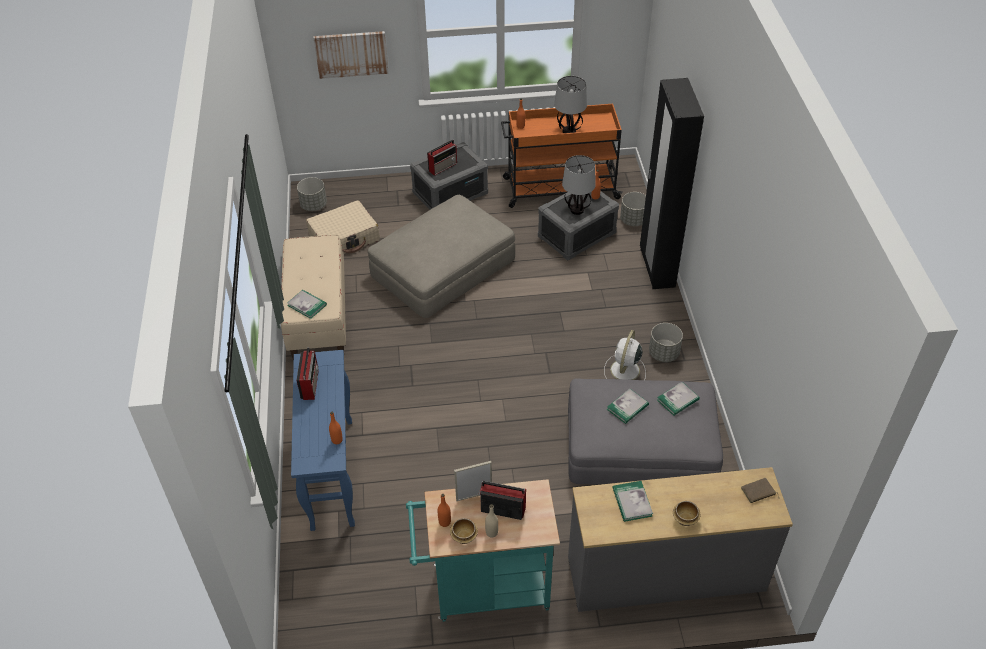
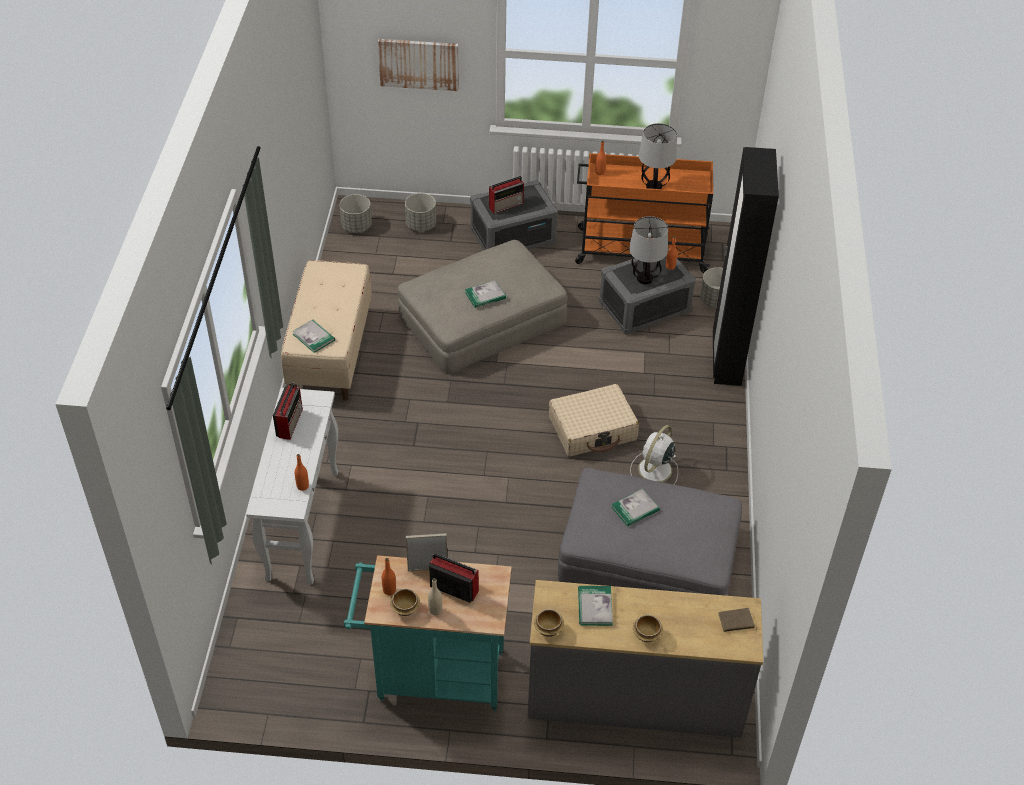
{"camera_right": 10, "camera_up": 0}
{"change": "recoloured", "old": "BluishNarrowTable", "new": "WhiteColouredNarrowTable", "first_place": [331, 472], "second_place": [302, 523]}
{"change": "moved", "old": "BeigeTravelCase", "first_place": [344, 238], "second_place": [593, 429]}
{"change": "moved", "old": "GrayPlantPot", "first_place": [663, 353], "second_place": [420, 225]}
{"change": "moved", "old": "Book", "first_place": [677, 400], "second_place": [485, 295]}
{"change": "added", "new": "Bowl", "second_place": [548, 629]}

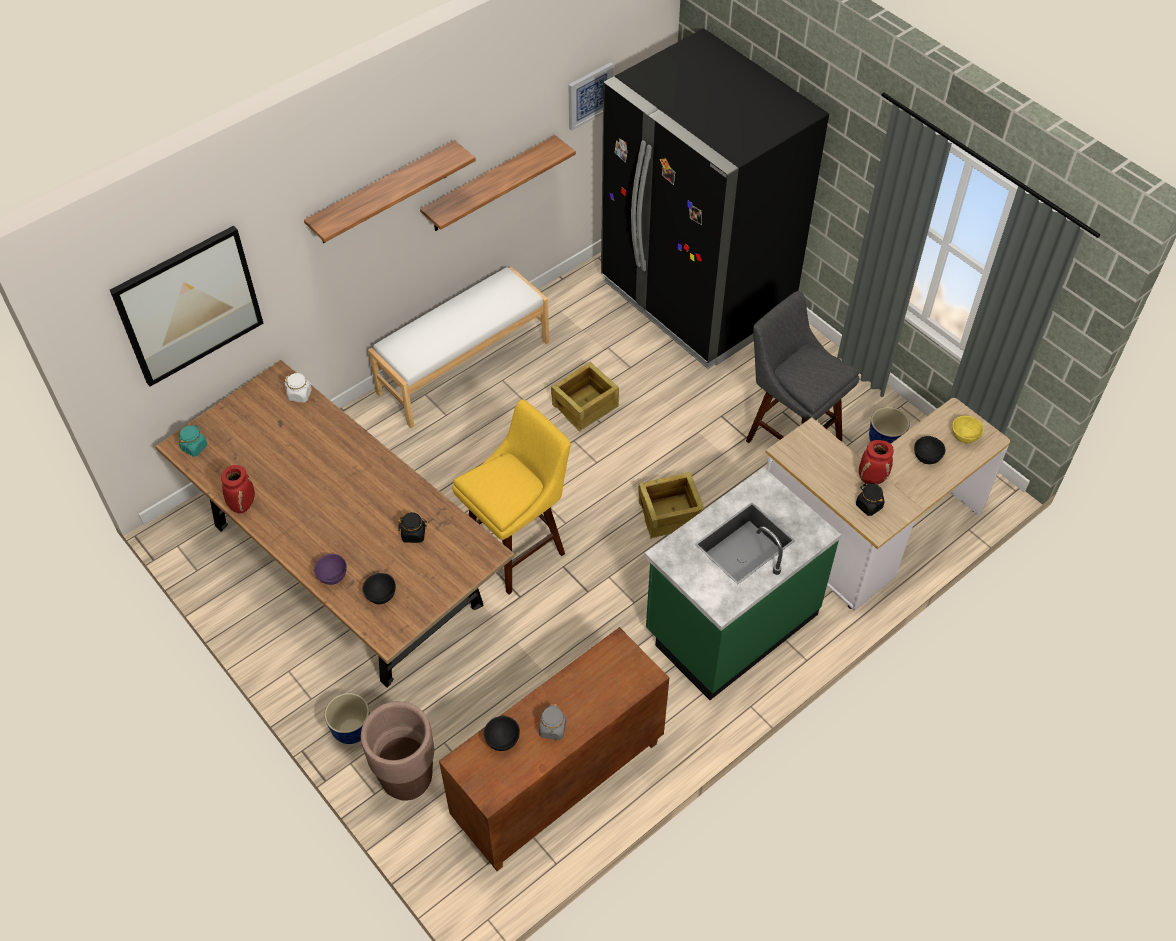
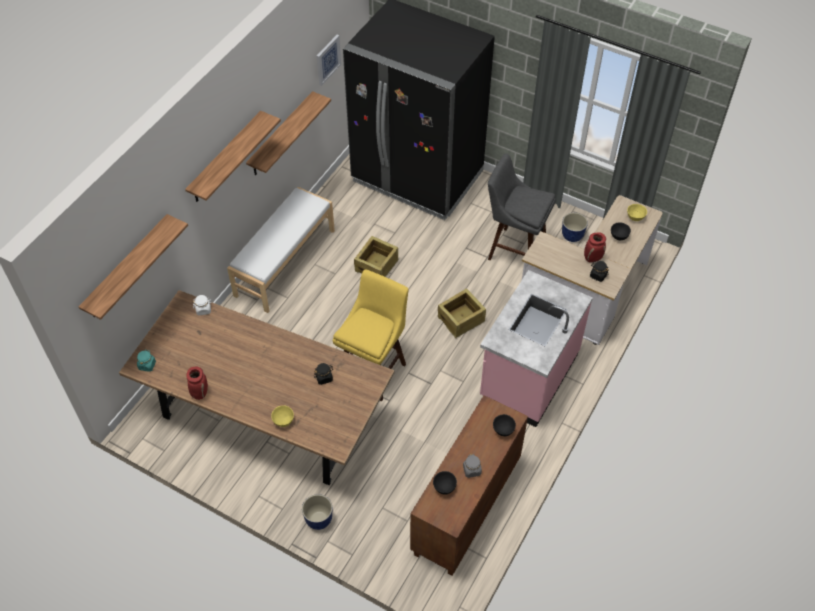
{"camera_right": -20, "camera_up": 0}
{"change": "replaced", "old": "WallArt", "new": "BracketShelf", "first_place": [189, 305], "second_place": [127, 268]}
{"change": "recoloured", "old": "PurplishBowl", "new": "YellowColouredBowl", "first_place": [333, 576], "second_place": [283, 421]}
{"change": "removed", "old": "BrownishPlantPot", "first_place": [407, 779]}
{"change": "moved", "old": "BlackishBowl", "first_place": [381, 595], "second_place": [503, 430]}
{"change": "recoloured", "old": "GreenishKitchenBaseUnit", "new": "PinkKitchenBaseUnit", "first_place": [730, 623], "second_place": [527, 376]}

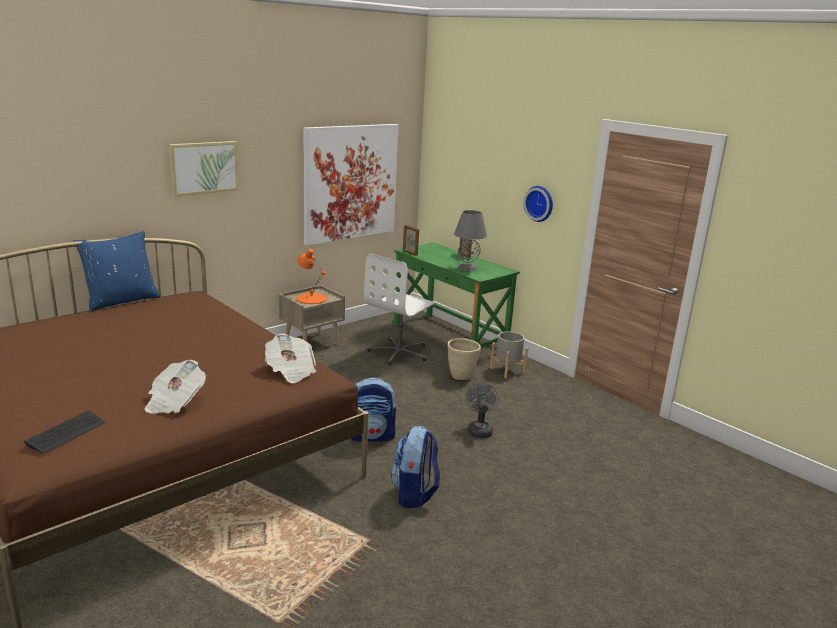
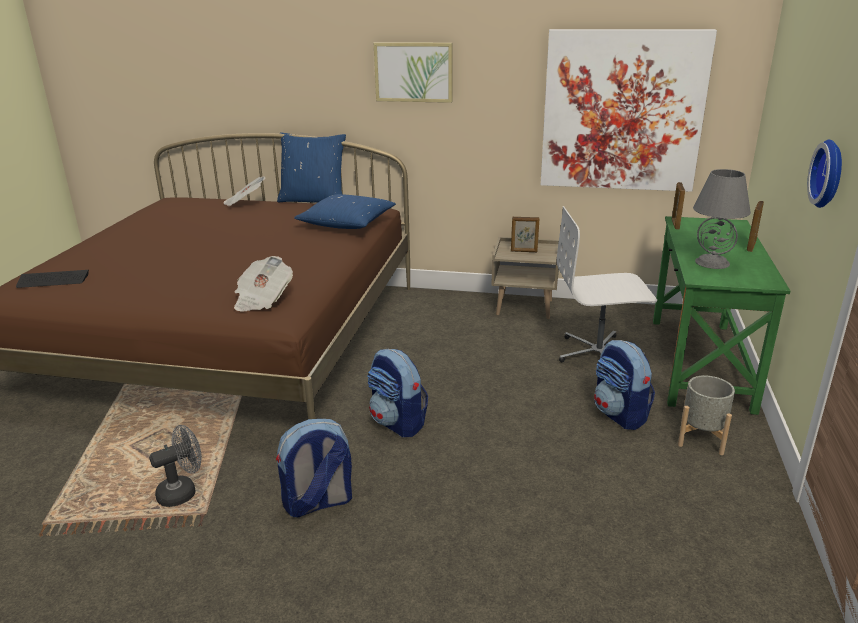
{"camera_right": 55, "camera_up": 5}
{"change": "moved", "old": "DailyPaper", "first_place": [174, 402], "second_place": [245, 203]}
{"change": "replaced", "old": "OrangeyLampForATable", "new": "PictureFrame", "first_place": [311, 298], "second_place": [524, 251]}
{"change": "replaced", "old": "BeigePlantPot", "new": "Backpack", "first_place": [461, 376], "second_place": [620, 414]}
{"change": "moved", "old": "GrayCoolingFan", "first_place": [479, 430], "second_place": [183, 492]}
{"change": "added", "new": "BluishThrowPillow", "second_place": [347, 223]}

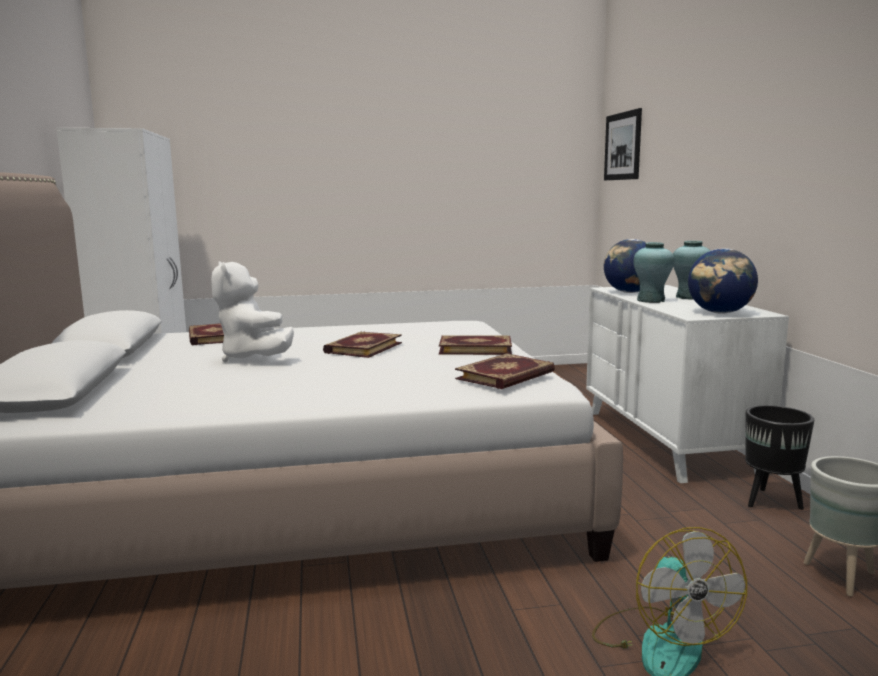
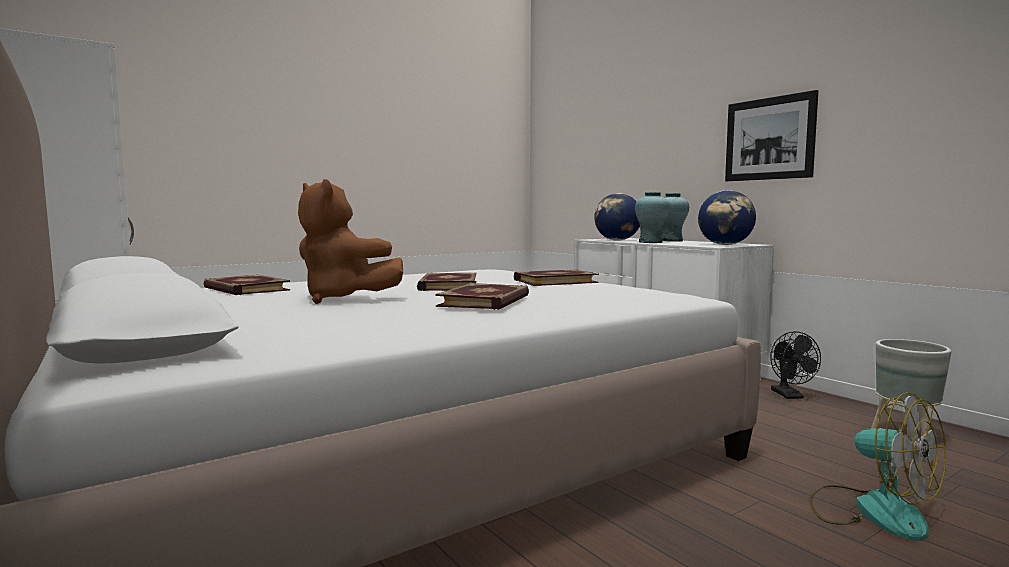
{"camera_right": -25, "camera_up": -5}
{"change": "recoloured", "old": "WhiteColouredCuddlyToy", "new": "BrownishCuddlyToy", "first_place": [253, 358], "second_place": [343, 299]}
{"change": "moved", "old": "Book", "first_place": [506, 376], "second_place": [486, 301]}
{"change": "moved", "old": "WallArt", "first_place": [622, 146], "second_place": [769, 139]}
{"change": "replaced", "old": "BlackishPlantPot", "new": "BlackishCoolingFan", "first_place": [771, 501], "second_place": [790, 396]}

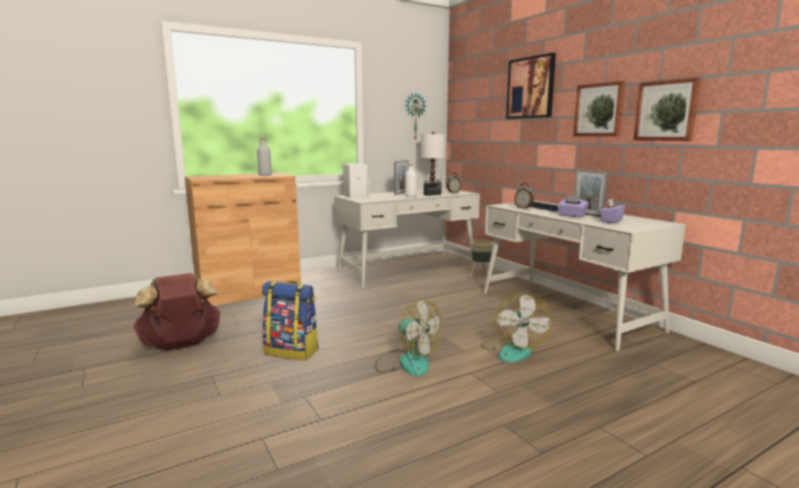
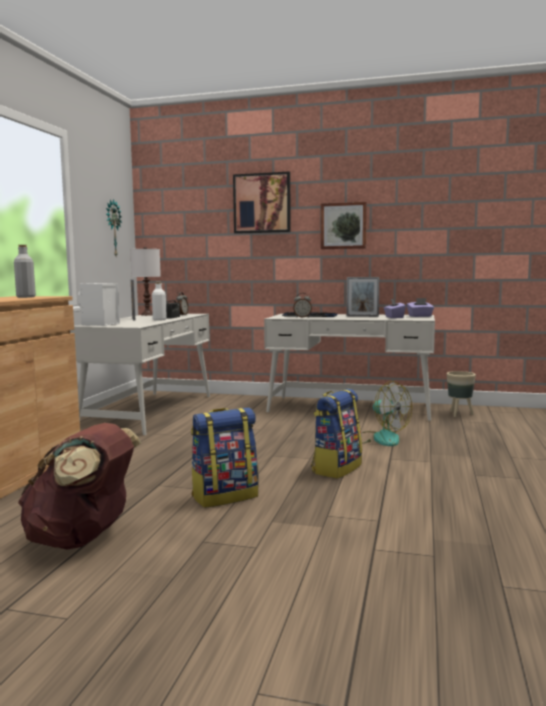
{"camera_right": -45, "camera_up": -5}
{"change": "replaced", "old": "CoolingFan", "new": "Backpack", "first_place": [406, 362], "second_place": [336, 468]}
{"change": "moved", "old": "BeigePlantPot", "first_place": [481, 275], "second_place": [459, 414]}
{"change": "moved", "old": "PurplishTissueBox", "first_place": [571, 215], "second_place": [420, 316]}
{"change": "removed", "old": "WallArt", "first_place": [666, 110]}

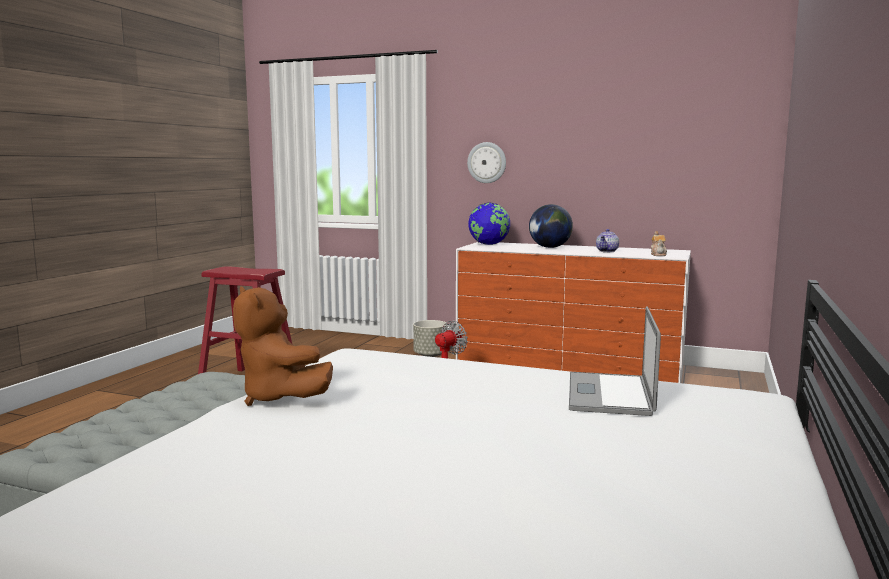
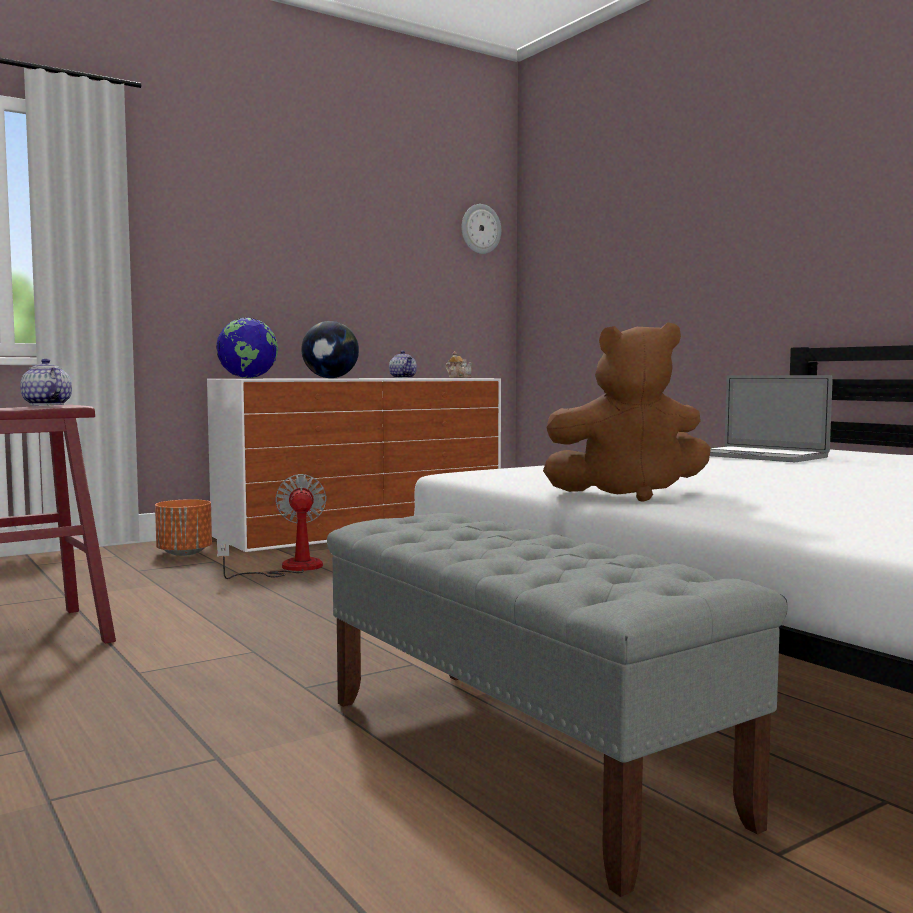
{"camera_right": -55, "camera_up": -5}
{"change": "recoloured", "old": "GrayPlantPot", "new": "OrangeyPlantPot", "first_place": [430, 355], "second_place": [185, 553]}
{"change": "moved", "old": "ClockOnTheWall", "first_place": [487, 162], "second_place": [480, 229]}
{"change": "added", "new": "Teapot", "second_place": [45, 405]}

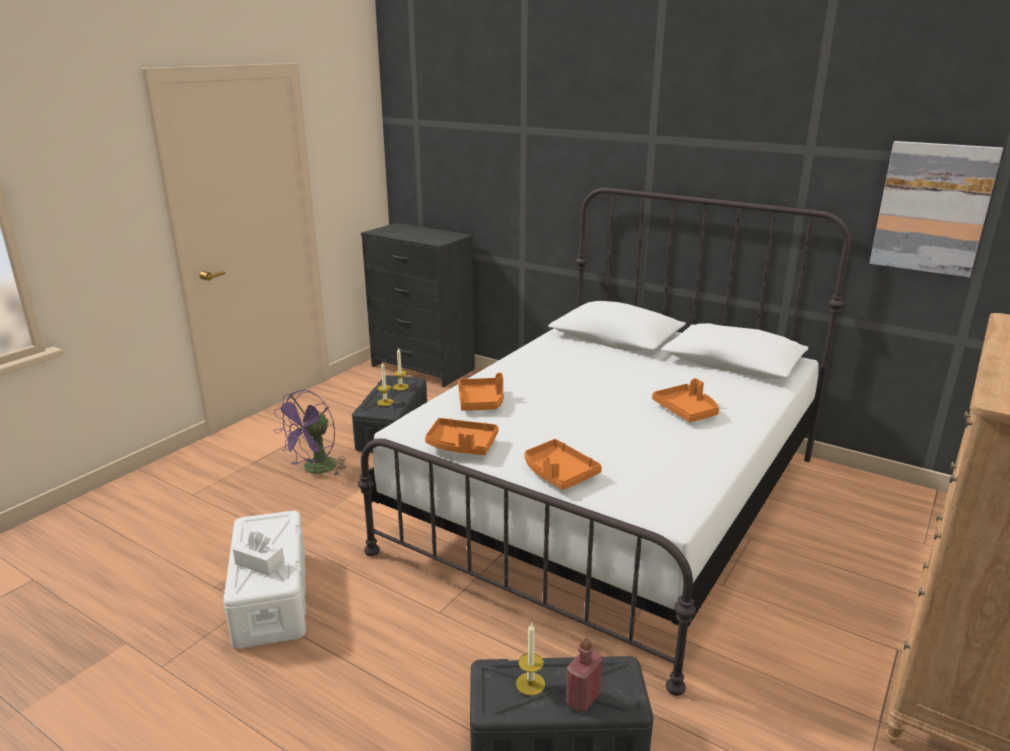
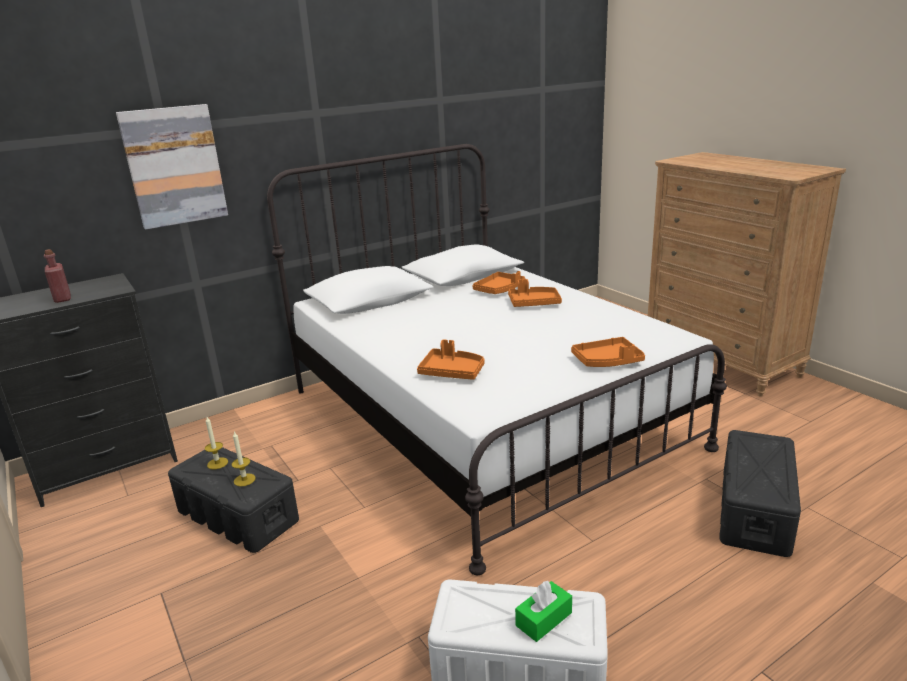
{"camera_right": -65, "camera_up": 0}
{"change": "recoloured", "old": "WhiteColouredTissueBox", "new": "GreenishTissueBox", "first_place": [260, 563], "second_place": [543, 619]}
{"change": "removed", "old": "PurplishCoolingFan", "first_place": [315, 470]}
{"change": "moved", "old": "OrangeyServingTray", "first_place": [461, 445], "second_place": [499, 290]}
{"change": "removed", "old": "WaxLight", "first_place": [530, 684]}
{"change": "moved", "old": "RedColouredDrinkBottle", "first_place": [583, 699], "second_place": [62, 298]}
{"change": "moved", "old": "WallArt", "first_place": [932, 208], "second_place": [174, 166]}

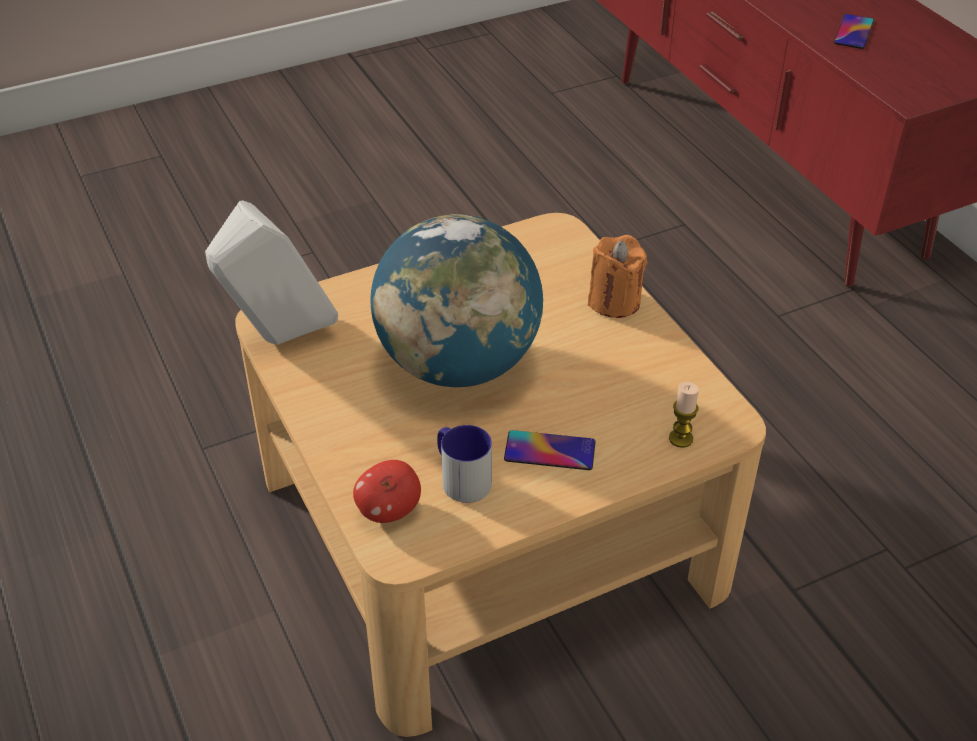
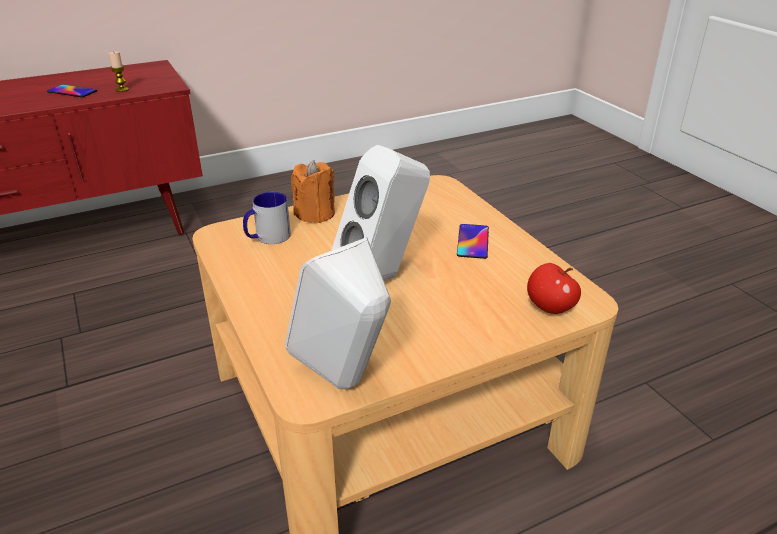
{"camera_right": -90, "camera_up": -10}
{"change": "replaced", "old": "Globe", "new": "WhiteColouredLoudspeaker", "first_place": [458, 364], "second_place": [383, 278]}
{"change": "moved", "old": "Mug", "first_place": [461, 478], "second_place": [267, 238]}
{"change": "moved", "old": "WaxLight", "first_place": [680, 438], "second_place": [122, 90]}

